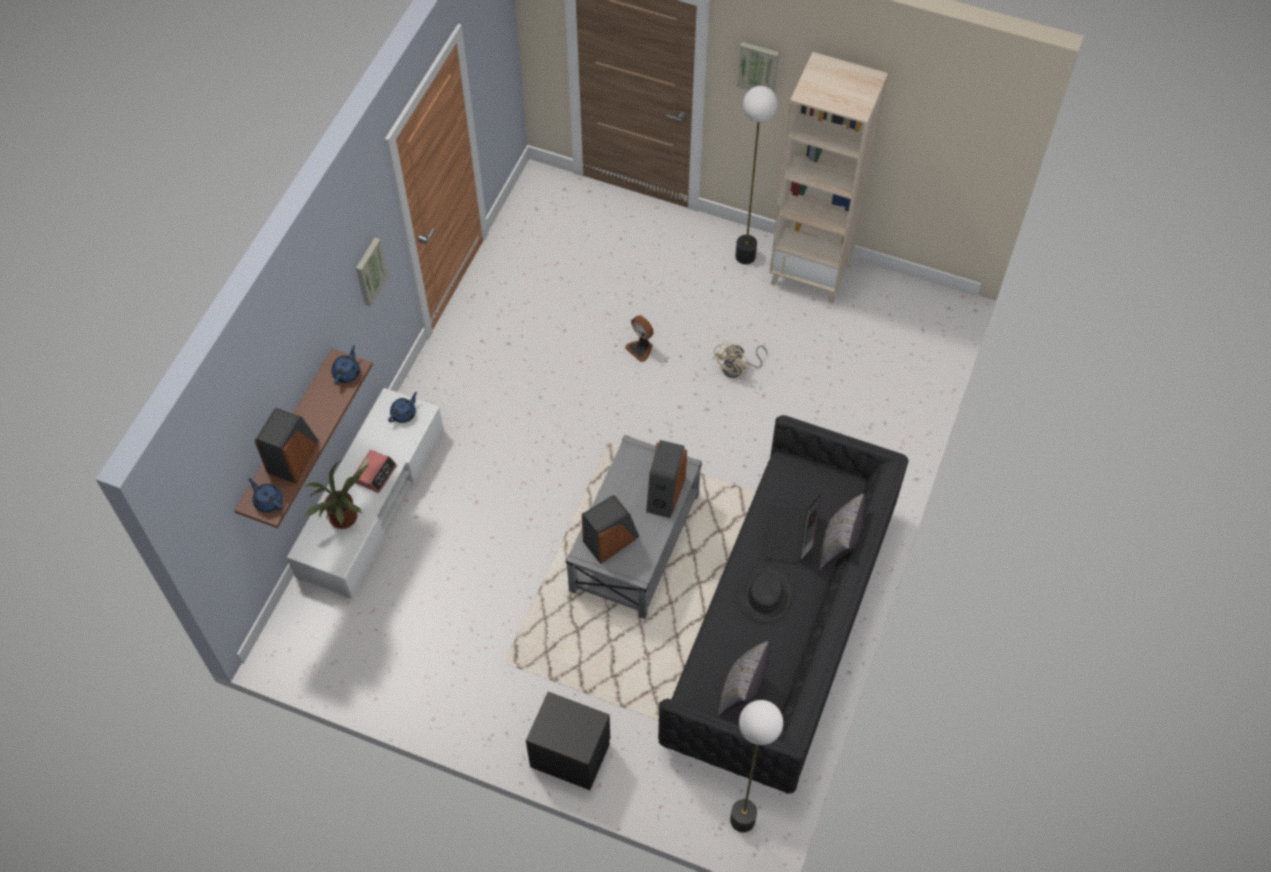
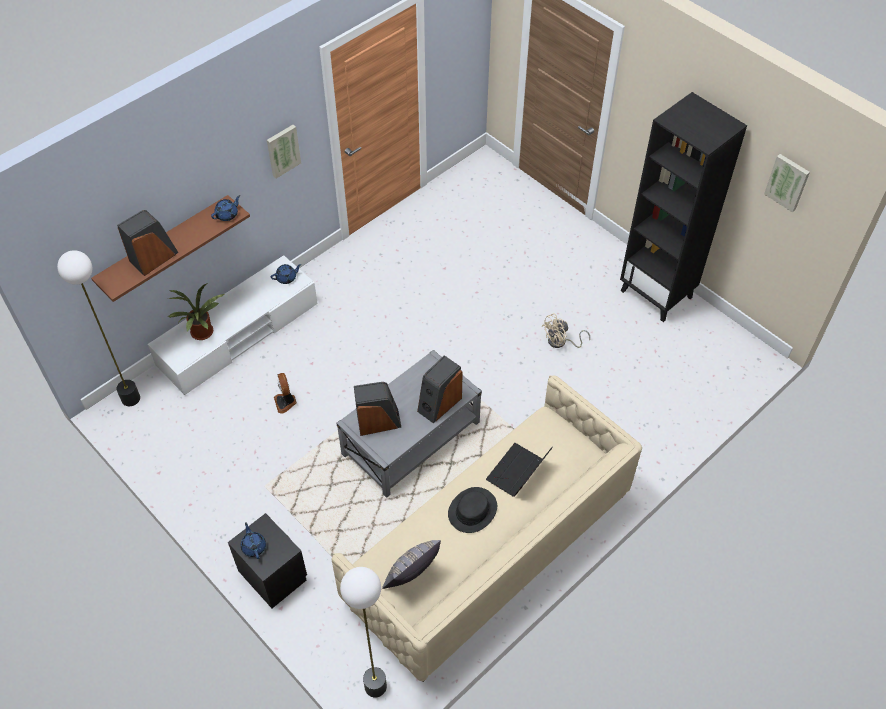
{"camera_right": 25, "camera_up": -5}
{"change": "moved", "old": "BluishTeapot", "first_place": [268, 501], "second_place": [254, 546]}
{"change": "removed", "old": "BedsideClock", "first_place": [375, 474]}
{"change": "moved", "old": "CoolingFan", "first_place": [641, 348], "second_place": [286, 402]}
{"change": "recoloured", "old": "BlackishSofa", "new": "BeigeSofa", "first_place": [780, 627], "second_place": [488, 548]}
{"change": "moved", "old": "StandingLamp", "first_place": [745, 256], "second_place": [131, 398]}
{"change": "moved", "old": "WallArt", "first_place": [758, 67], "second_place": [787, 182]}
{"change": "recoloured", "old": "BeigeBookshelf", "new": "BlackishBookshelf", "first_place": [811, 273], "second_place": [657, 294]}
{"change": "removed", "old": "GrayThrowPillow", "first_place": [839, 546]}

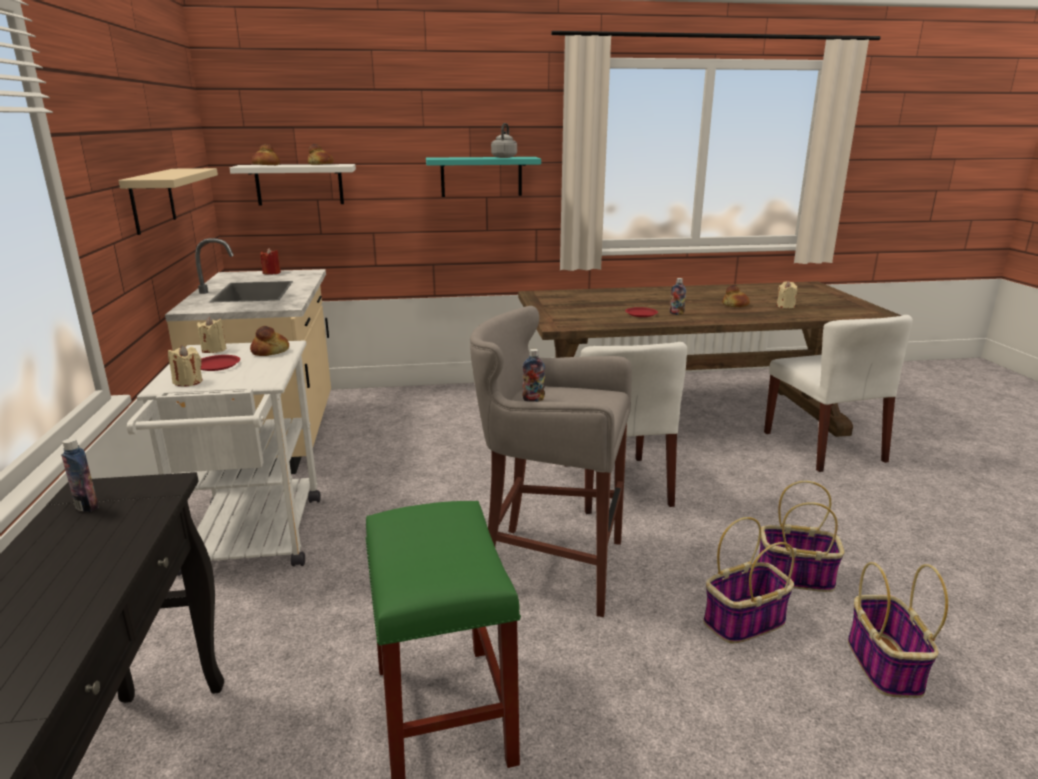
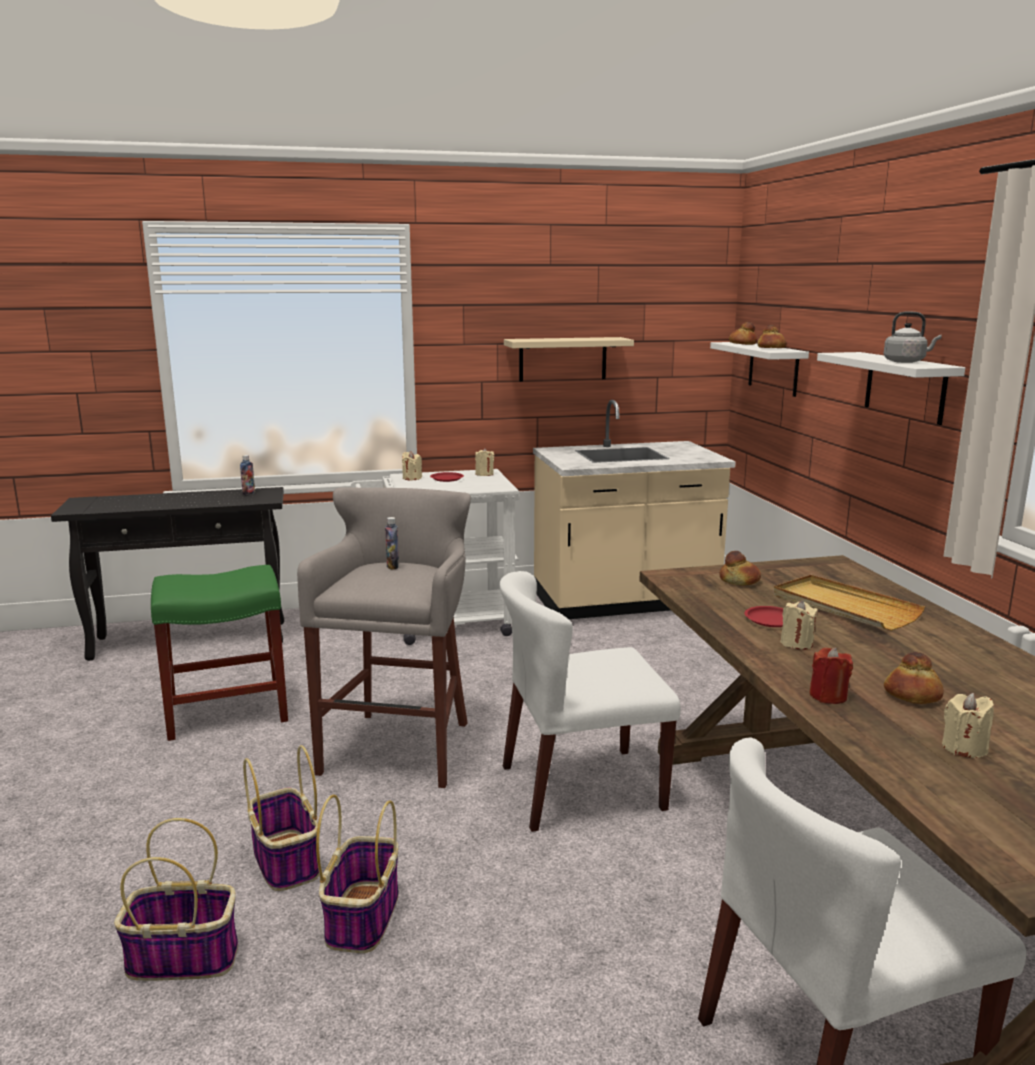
{"camera_right": 85, "camera_up": -5}
{"change": "moved", "old": "BakeryBread", "first_place": [270, 352], "second_place": [739, 581]}
{"change": "moved", "old": "RedColouredWaxLight", "first_place": [272, 273], "second_place": [828, 696]}
{"change": "recoloured", "old": "TurquoiseColouredBracketShelf", "new": "WhiteColouredBracketShelf", "first_place": [481, 176], "second_place": [905, 387]}
{"change": "replaced", "old": "DrinkBottle", "new": "BeigeWaxLight", "first_place": [676, 314], "second_place": [796, 643]}
{"change": "added", "new": "BeigeServingTray", "second_place": [844, 607]}

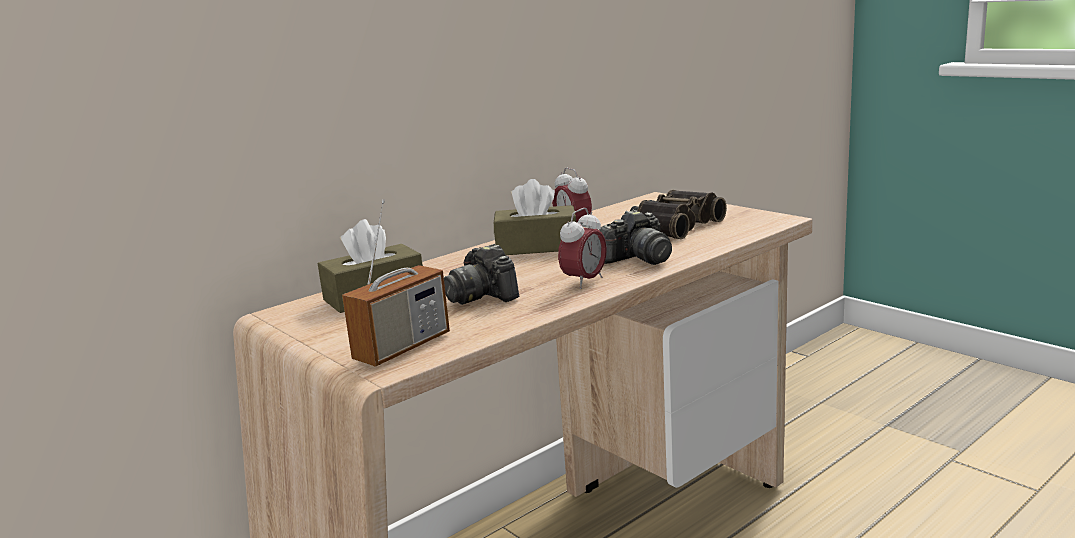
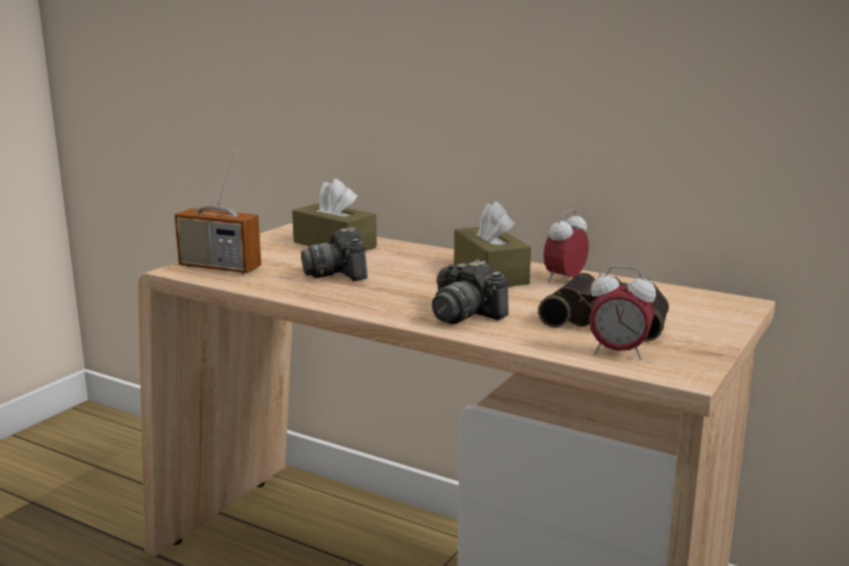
{"camera_right": 70, "camera_up": 0}
{"change": "turned", "old": "PhotoCamera", "first_place": [482, 296], "second_place": [338, 273], "degrees": -60}
{"change": "moved", "old": "BedsideClock", "first_place": [584, 282], "second_place": [618, 352]}

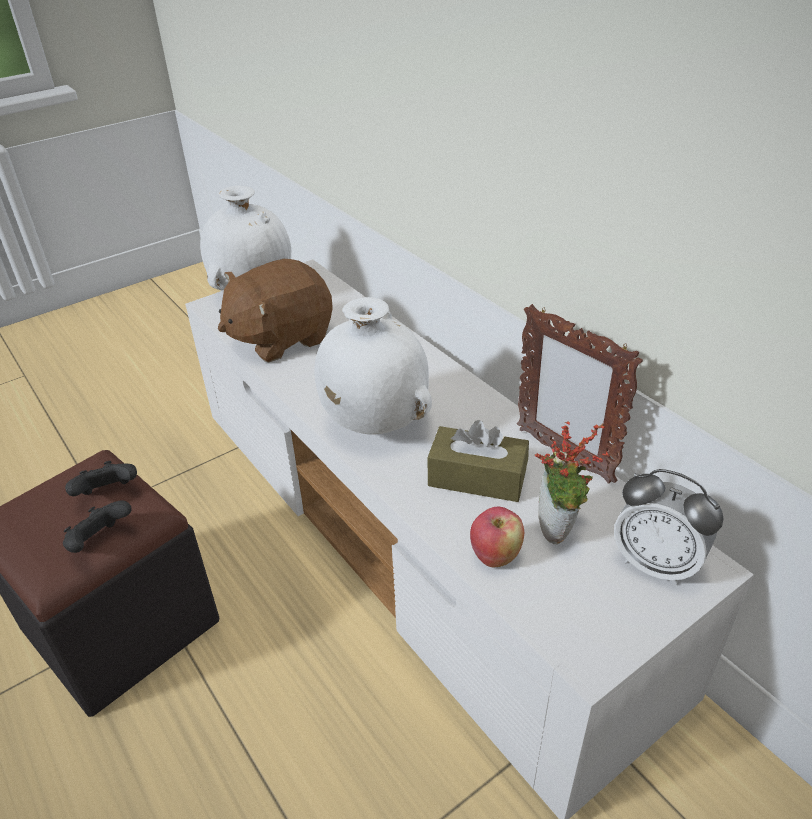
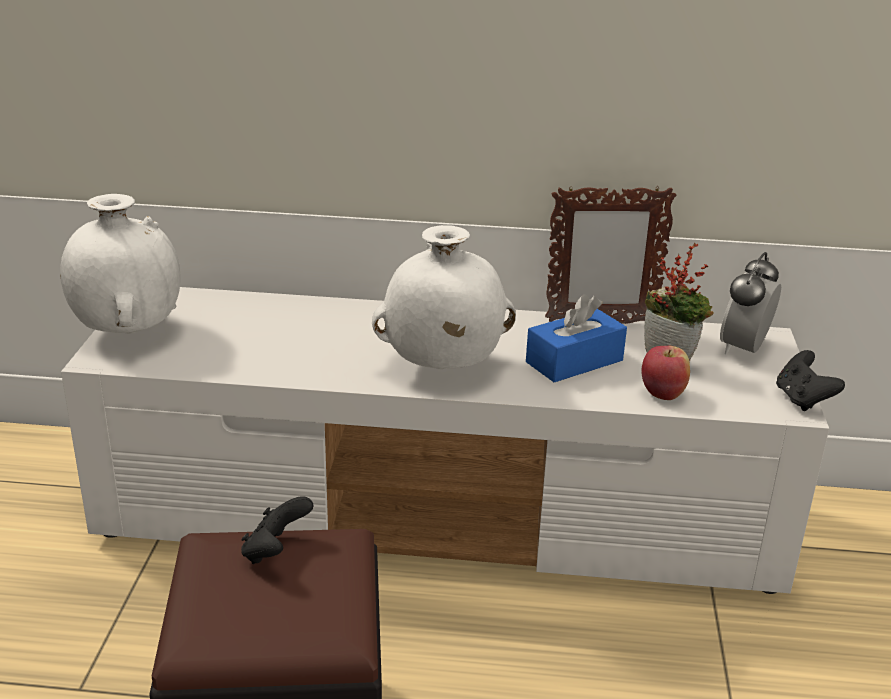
{"camera_right": -50, "camera_up": -10}
{"change": "moved", "old": "BlackishGameController", "first_place": [100, 542], "second_place": [802, 399]}
{"change": "removed", "old": "BrownishCuddlyToy", "first_place": [280, 338]}
{"change": "recoloured", "old": "BrownishTissueBox", "new": "BluishTissueBox", "first_place": [477, 478], "second_place": [574, 361]}
{"change": "turned", "old": "BedsideClock", "first_place": [655, 564], "second_place": [744, 349], "degrees": 135}

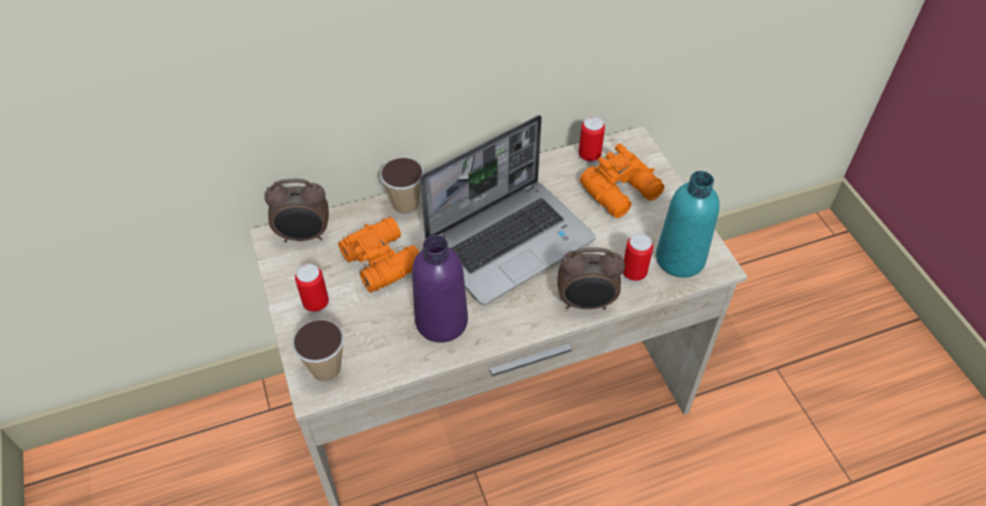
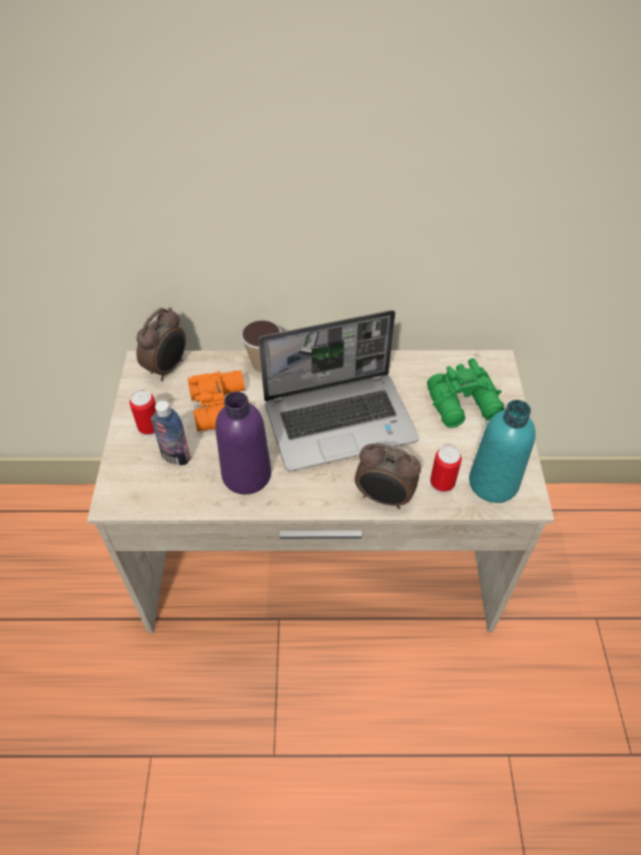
{"camera_right": 20, "camera_up": 0}
{"change": "turned", "old": "BedsideClock", "first_place": [304, 236], "second_place": [168, 368], "degrees": -75}
{"change": "removed", "old": "Cup", "first_place": [326, 369]}
{"change": "removed", "old": "MetalCan", "first_place": [589, 156]}
{"change": "recoloured", "old": "OrangeyPairOfBinoculars", "new": "GreenishPairOfBinoculars", "first_place": [622, 192], "second_place": [465, 405]}
{"change": "added", "new": "DrinkBottle", "second_place": [176, 457]}

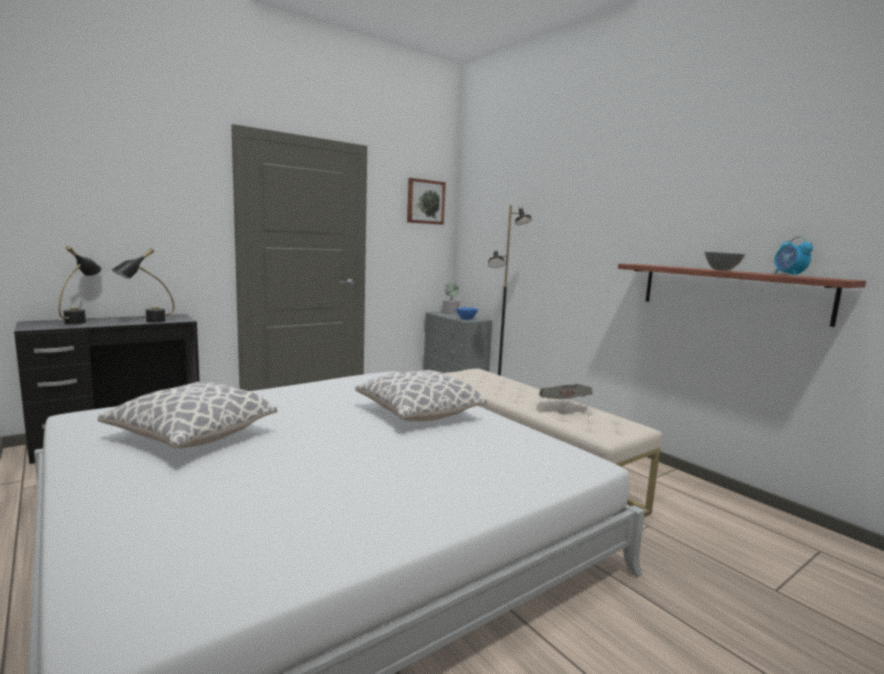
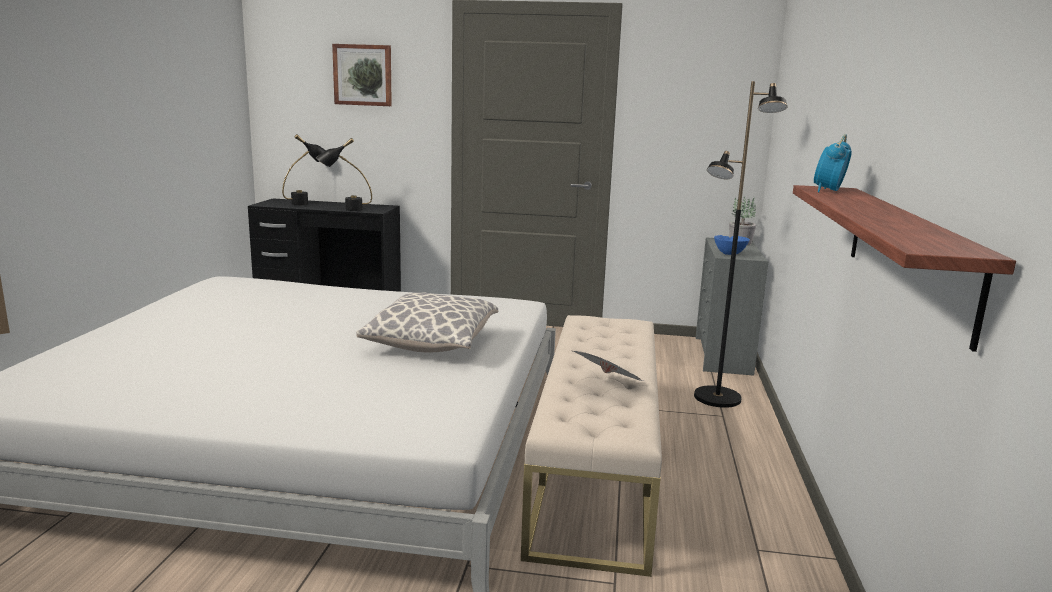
{"camera_right": 45, "camera_up": 5}
{"change": "removed", "old": "ThrowPillow", "first_place": [192, 437]}
{"change": "moved", "old": "WallArt", "first_place": [425, 202], "second_place": [363, 75]}
{"change": "removed", "old": "GrayBowl", "first_place": [722, 270]}
{"change": "moved", "old": "BedsideClock", "first_place": [789, 275], "second_place": [828, 191]}

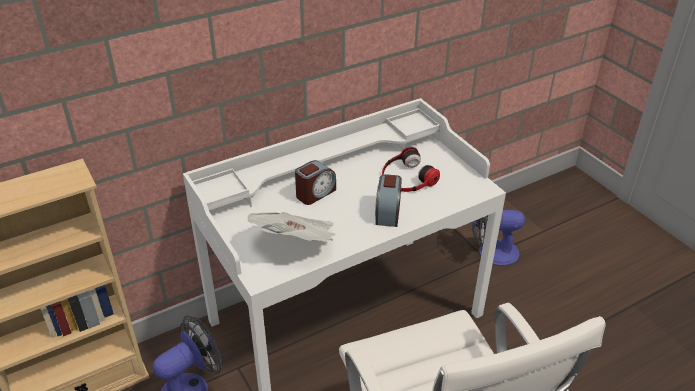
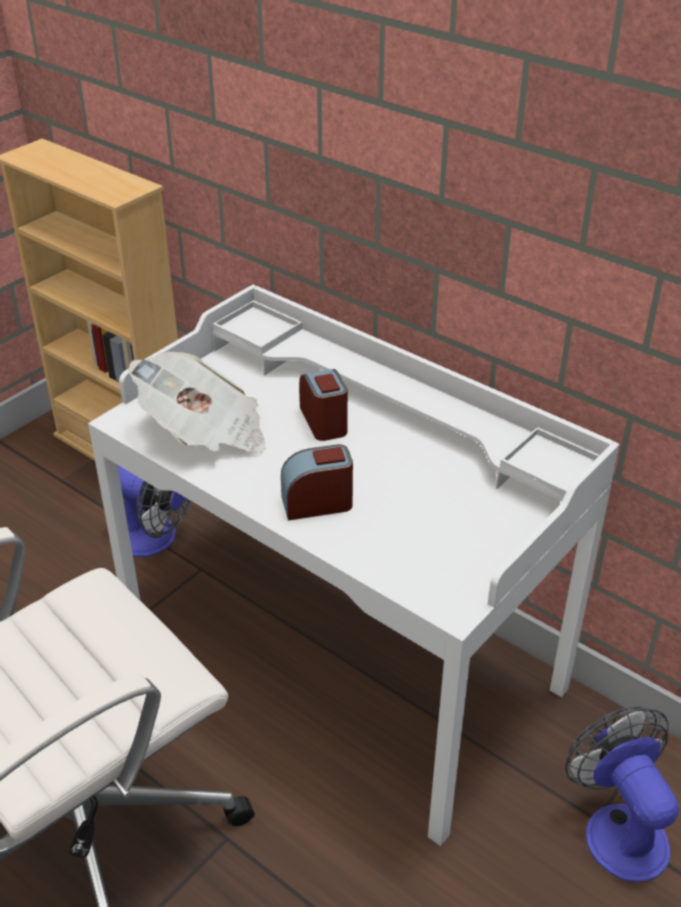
{"camera_right": 70, "camera_up": 0}
{"change": "turned", "old": "BedsideClock", "first_place": [315, 193], "second_place": [324, 421], "degrees": -135}
{"change": "removed", "old": "Headset", "first_place": [406, 177]}

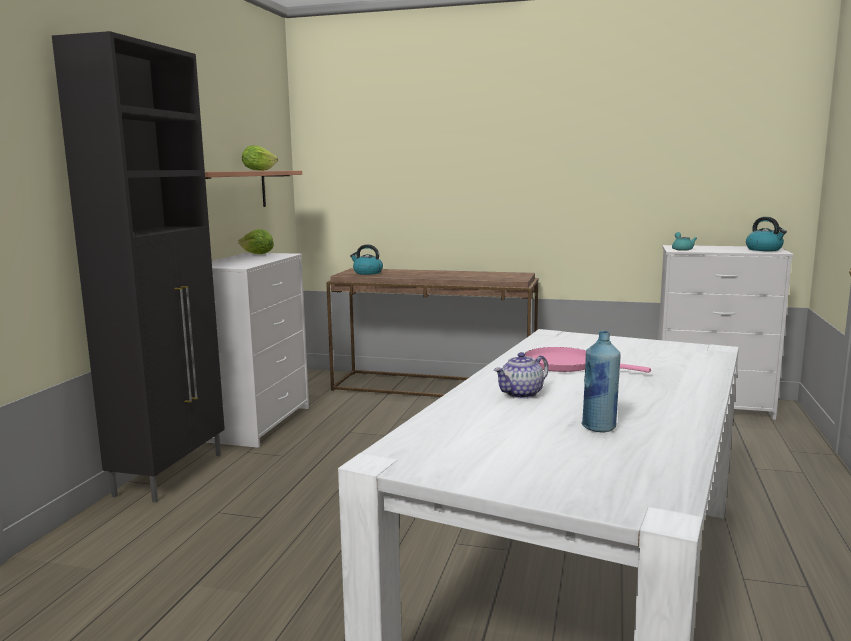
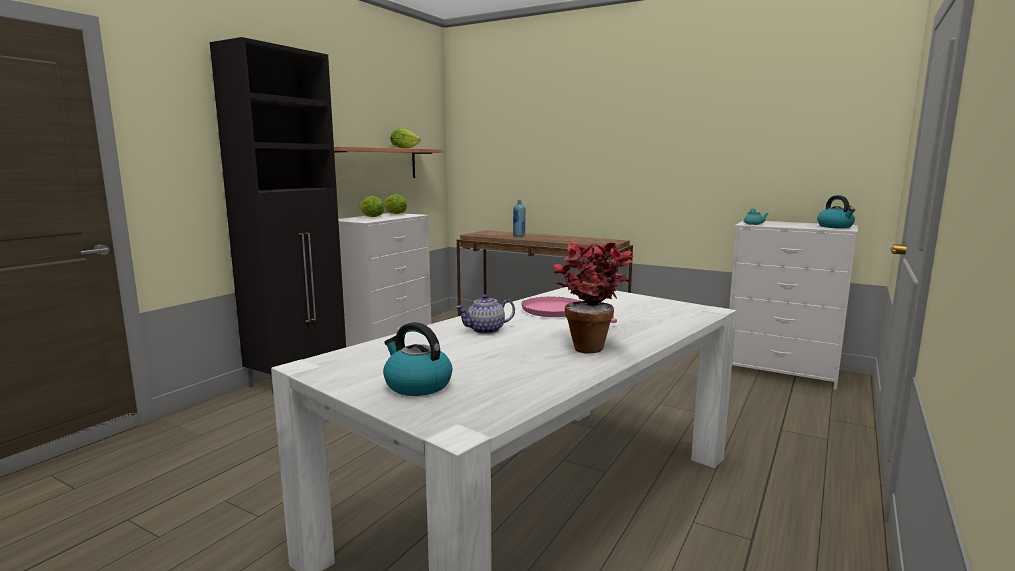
{"camera_right": 15, "camera_up": 0}
{"change": "moved", "old": "TeaKettle", "first_place": [367, 273], "second_place": [417, 385]}
{"change": "moved", "old": "BluishDrinkBottle", "first_place": [599, 427], "second_place": [519, 236]}
{"change": "added", "new": "HeadOfLettuce", "second_place": [371, 217]}
{"change": "added", "new": "PottedPlant", "second_place": [590, 346]}

